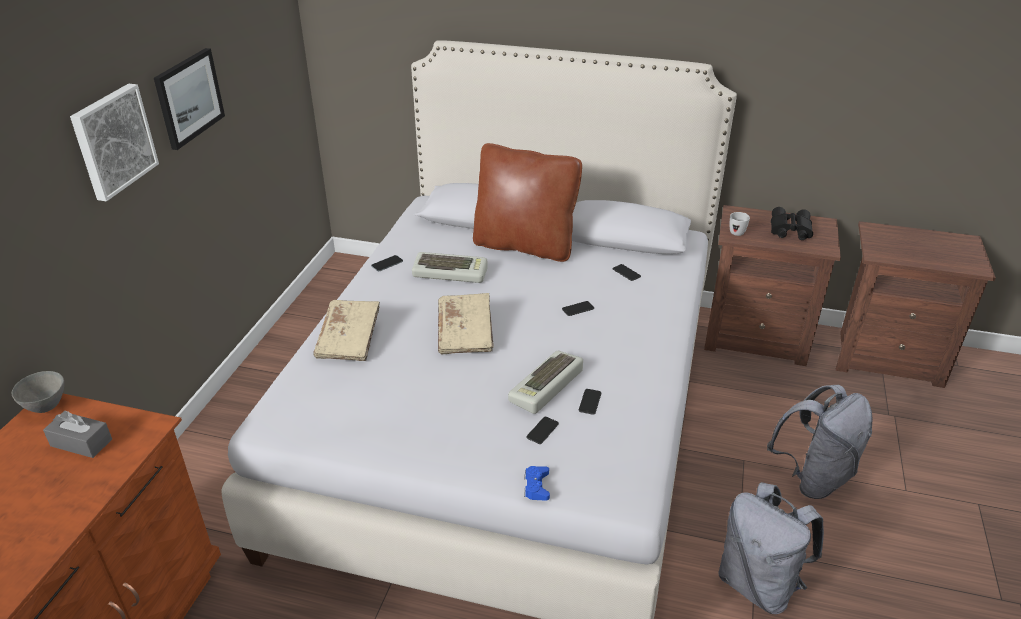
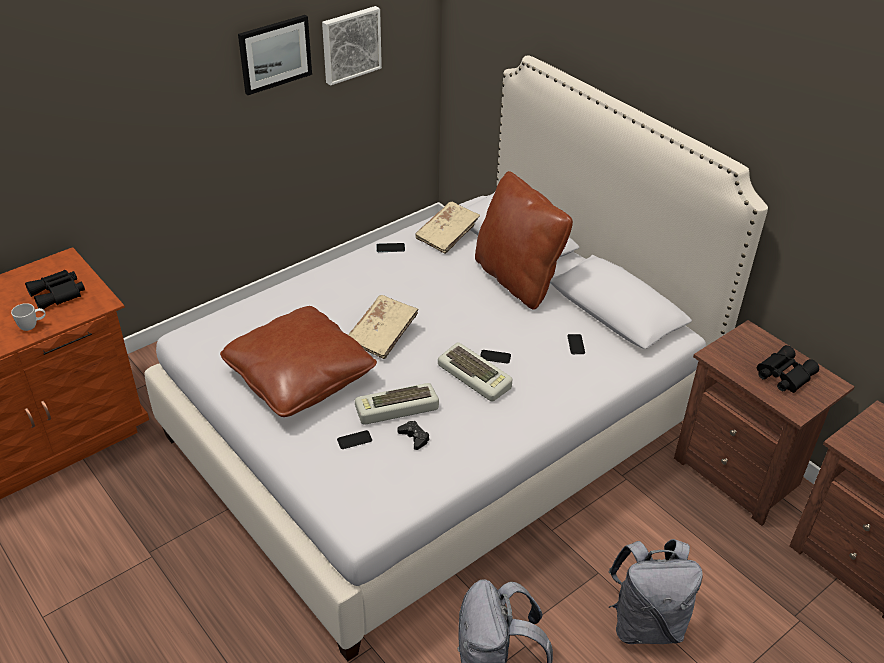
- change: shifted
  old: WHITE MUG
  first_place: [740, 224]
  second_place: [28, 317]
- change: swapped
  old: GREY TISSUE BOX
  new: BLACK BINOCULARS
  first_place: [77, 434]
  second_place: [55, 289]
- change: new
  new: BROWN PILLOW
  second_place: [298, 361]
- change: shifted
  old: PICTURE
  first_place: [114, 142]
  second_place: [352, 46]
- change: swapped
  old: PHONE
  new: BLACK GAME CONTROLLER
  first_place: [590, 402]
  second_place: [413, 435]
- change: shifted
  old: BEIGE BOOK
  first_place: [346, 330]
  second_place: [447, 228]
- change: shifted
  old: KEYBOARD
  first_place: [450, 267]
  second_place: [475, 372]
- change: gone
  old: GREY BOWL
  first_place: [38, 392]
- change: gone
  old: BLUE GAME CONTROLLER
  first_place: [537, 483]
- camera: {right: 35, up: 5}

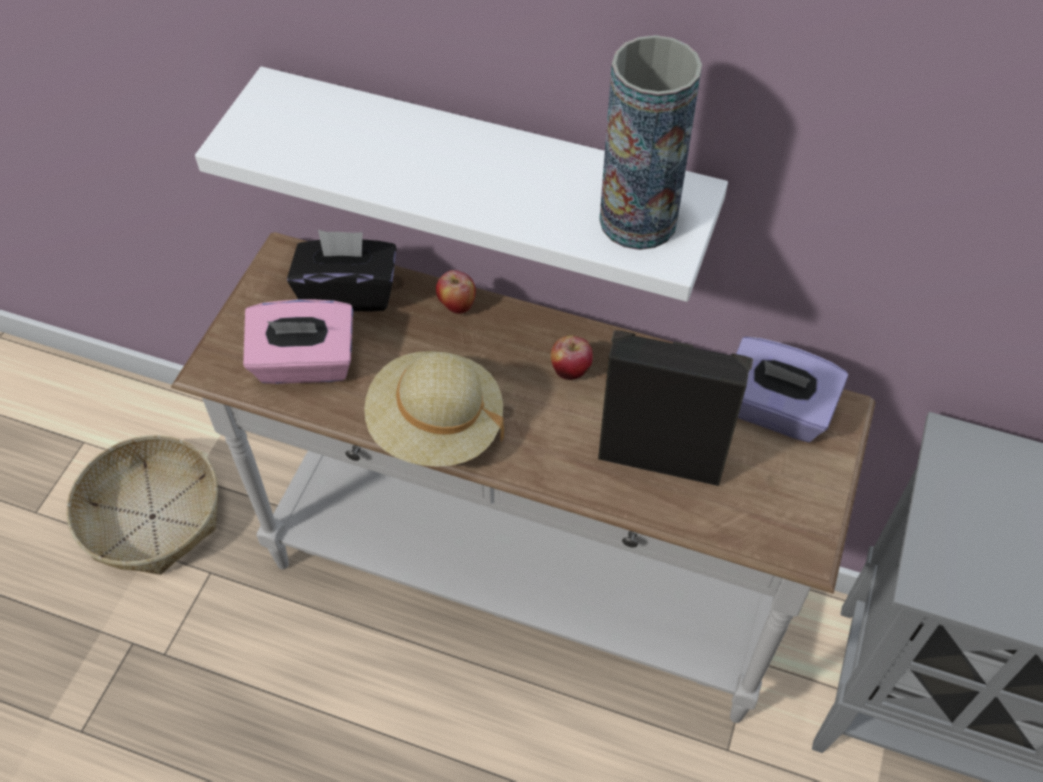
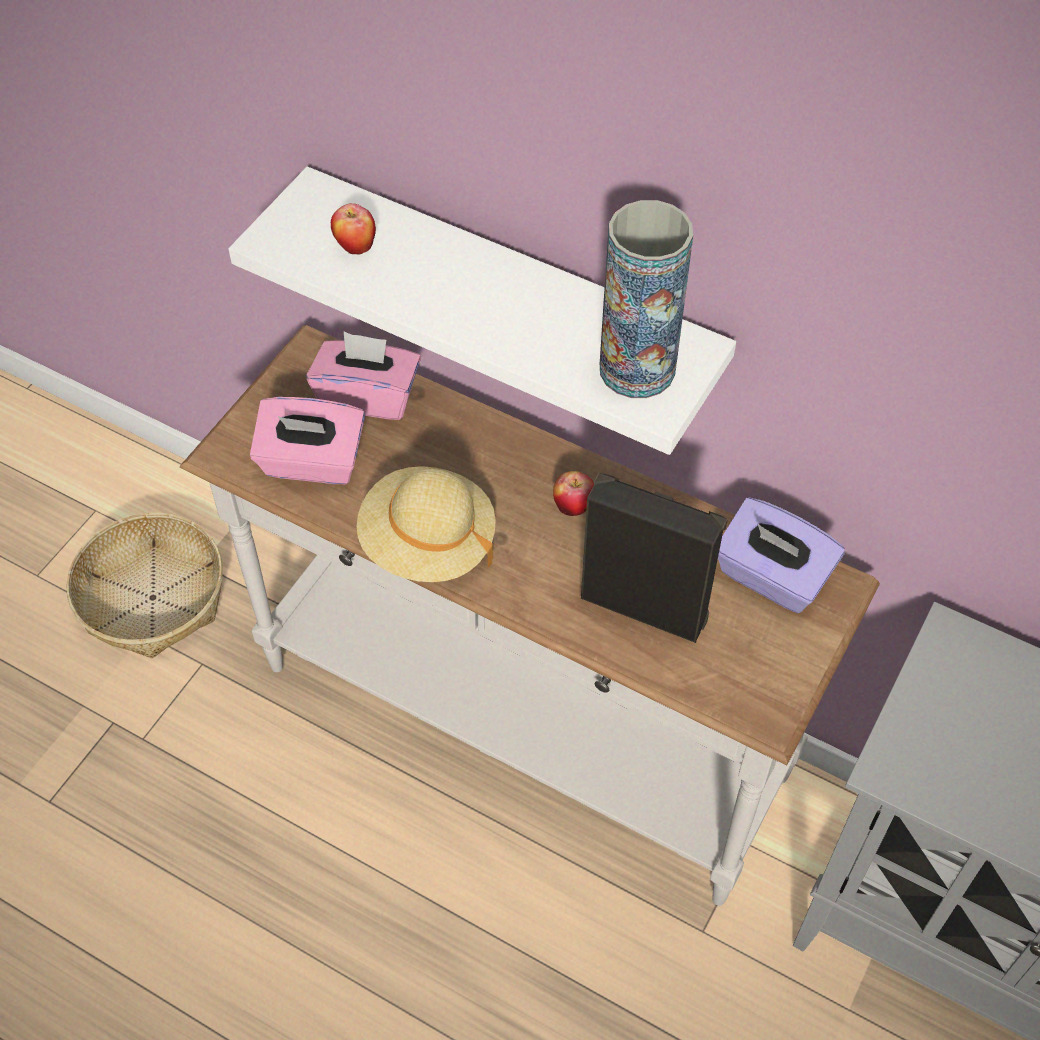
- change: repainted
  old: BLACK TISSUE BOX
  new: PINK TISSUE BOX
  first_place: [341, 271]
  second_place: [364, 376]
- change: shifted
  old: APPLE
  first_place: [456, 292]
  second_place: [353, 229]
- camera: {right: 10, up: 0}

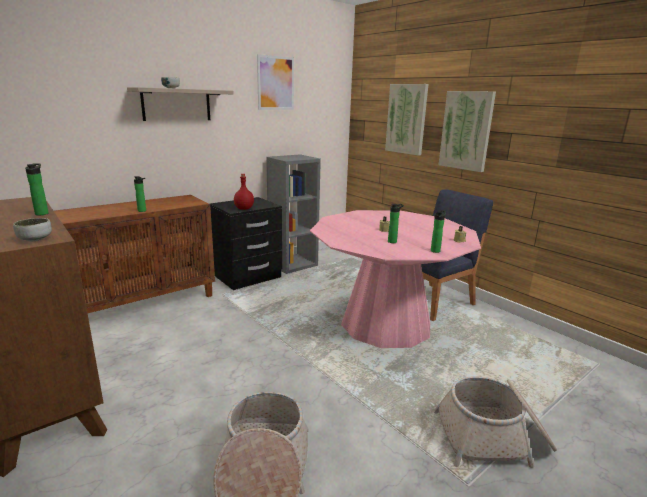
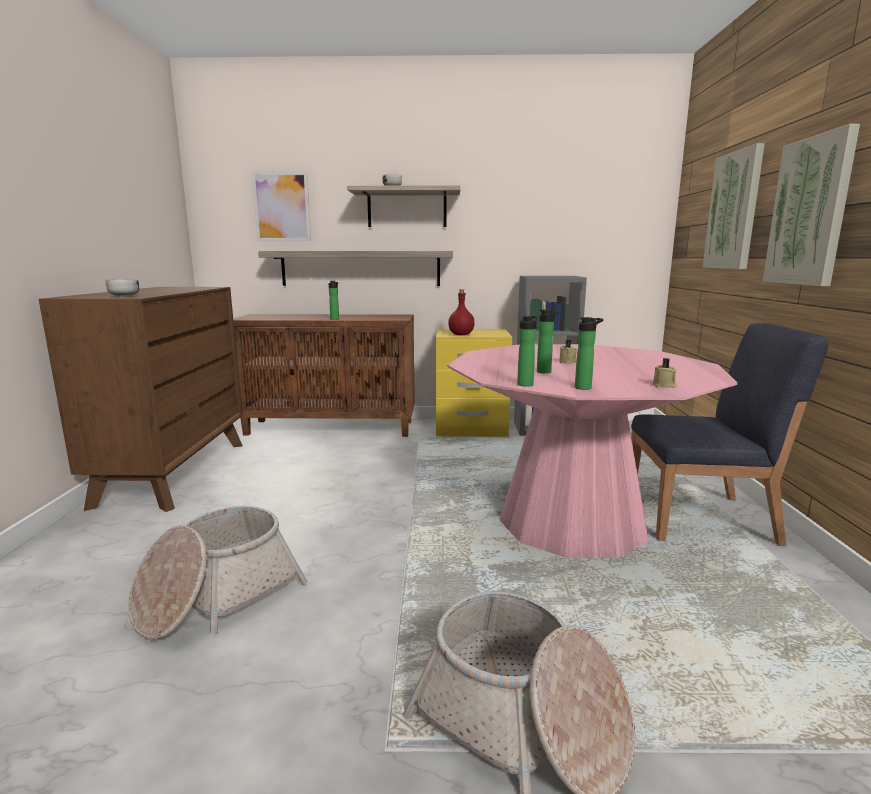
- change: shifted
  old: PICTURE
  first_place: [275, 82]
  second_place: [281, 206]
- change: new
  new: SHELF
  second_place: [355, 268]
- change: repainted
  old: BLACK NIGHTSTAND
  new: YELLOW NIGHTSTAND
  first_place: [246, 243]
  second_place: [474, 383]
- change: shifted
  old: BOTTLE
  first_place: [37, 189]
  second_place: [527, 351]
- camera: {right: 40, up: -5}

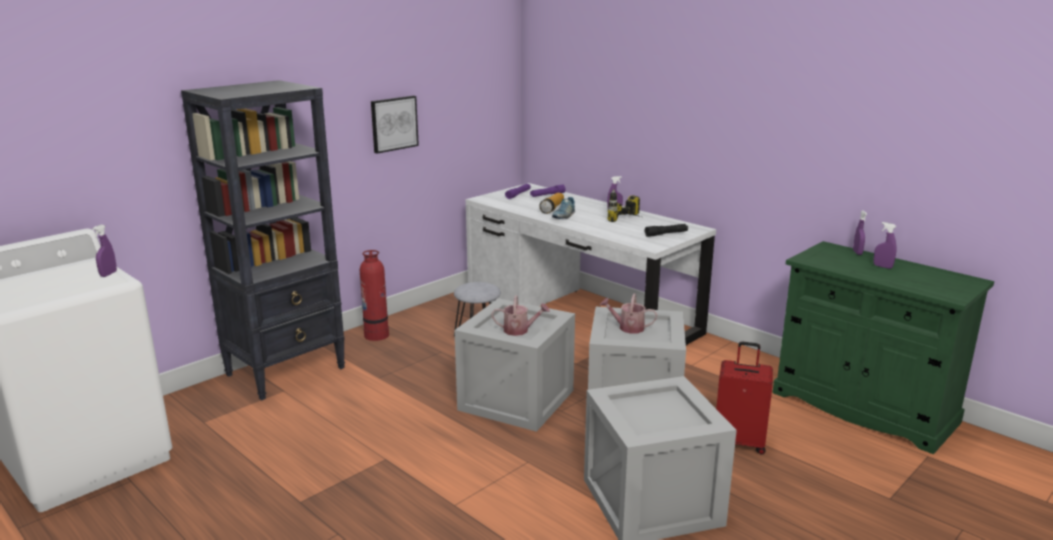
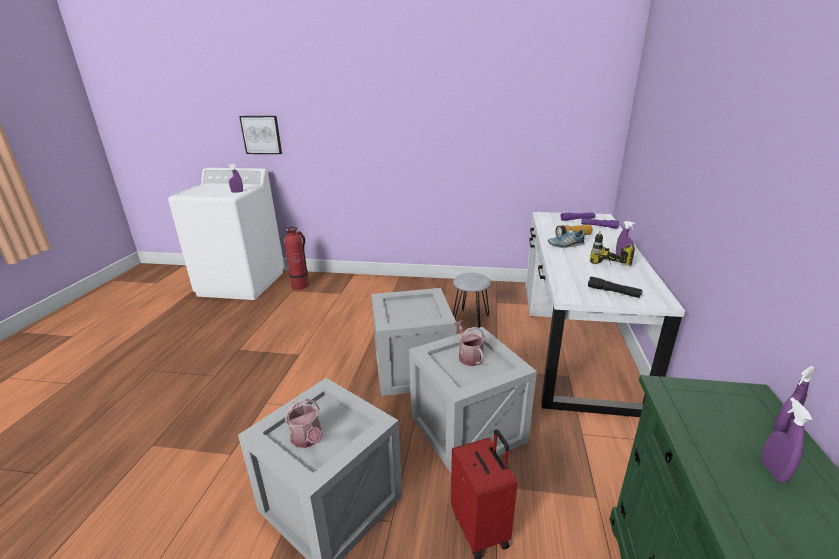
- change: shifted
  old: PICTURE
  first_place: [395, 125]
  second_place: [260, 135]
- change: shifted
  old: FIRE EXTINGUISHER
  first_place: [374, 295]
  second_place: [296, 258]
- change: shifted
  old: WATERING CAN
  first_place: [520, 315]
  second_place: [303, 423]
- change: gone
  old: BLACK BOOKCASE
  first_place: [263, 240]
- camera: {right: 55, up: 5}

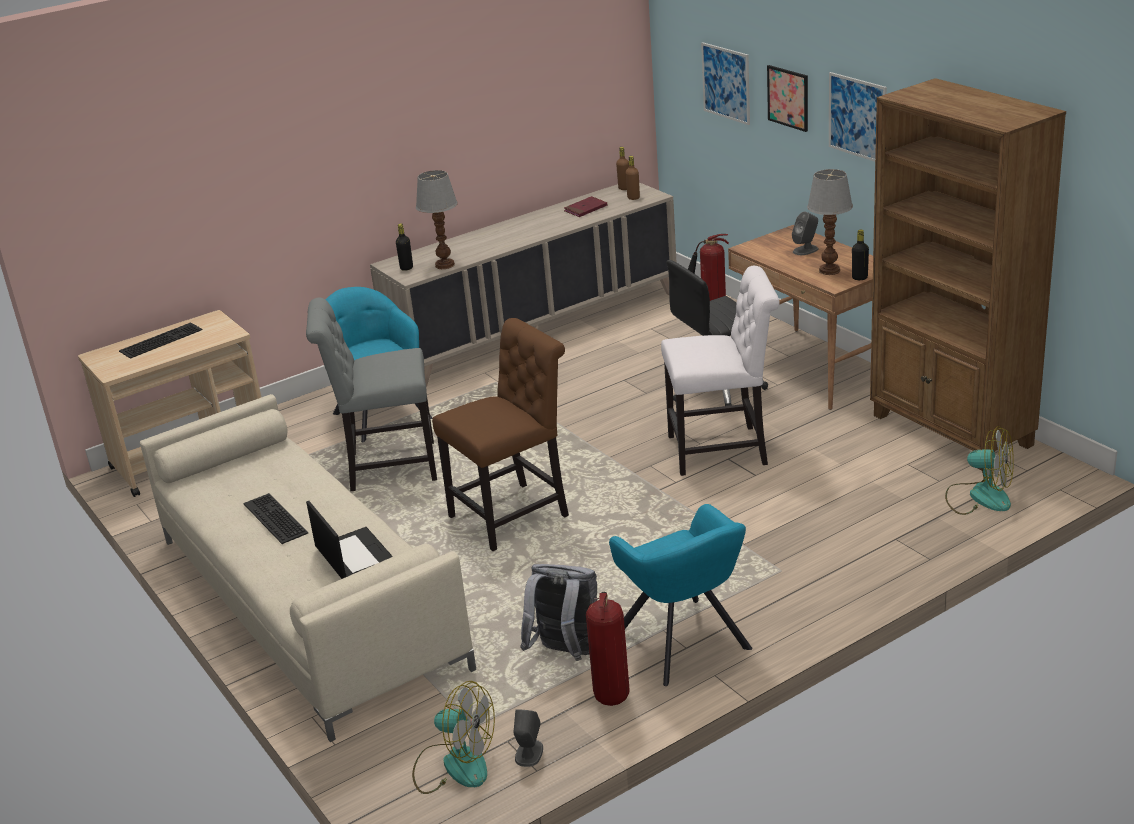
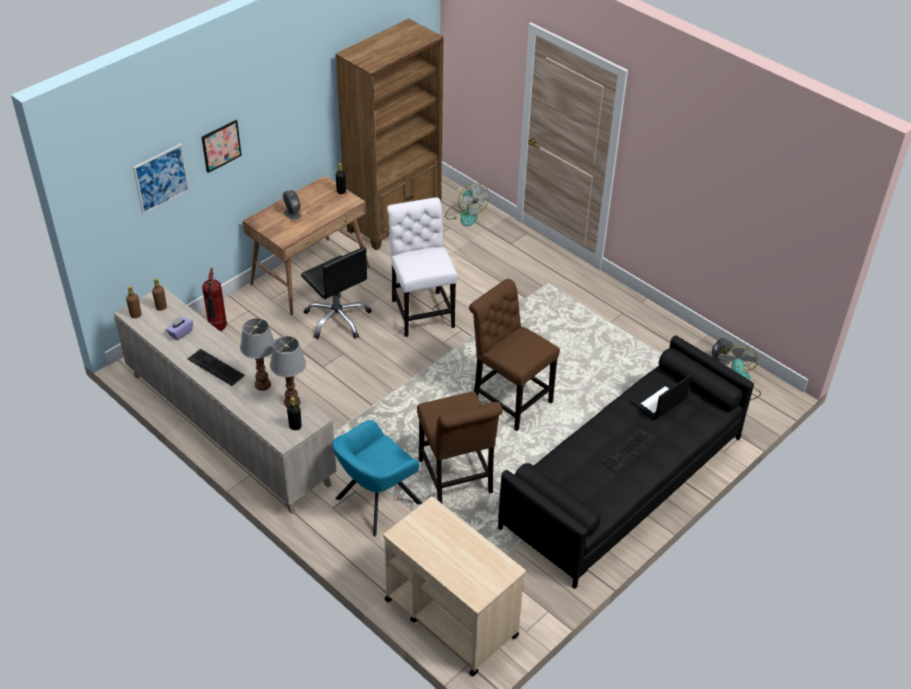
- change: swapped
  old: RED BOOK
  new: PURPLE TISSUE BOX
  first_place: [585, 206]
  second_place: [179, 328]
- change: shifted
  old: KEYBOARD
  first_place: [160, 340]
  second_place: [216, 367]
- change: shifted
  old: TABLE LAMP
  first_place: [830, 222]
  second_place: [257, 354]
- change: repainted
  old: GREY CHAIR
  new: BROWN CHAIR
  first_place: [371, 394]
  second_place: [459, 447]
- change: rotated
  old: FAN
  first_place: [979, 470]
  second_place: [467, 204]
  degrees: 135
- change: repainted
  old: BEIGE SOFA
  new: BLACK SOFA
  first_place: [308, 568]
  second_place: [626, 462]
- change: gone
  old: GREY BACKPACK
  first_place: [559, 612]
- change: gone
  old: FIRE EXTINGUISHER
  first_place: [608, 648]
- change: gone
  old: TURQUOISE ARMCHAIR
  first_place: [680, 595]
- change: gone
  old: PICTURE
  first_place: [858, 117]
- camera: {right: -105, up: 15}

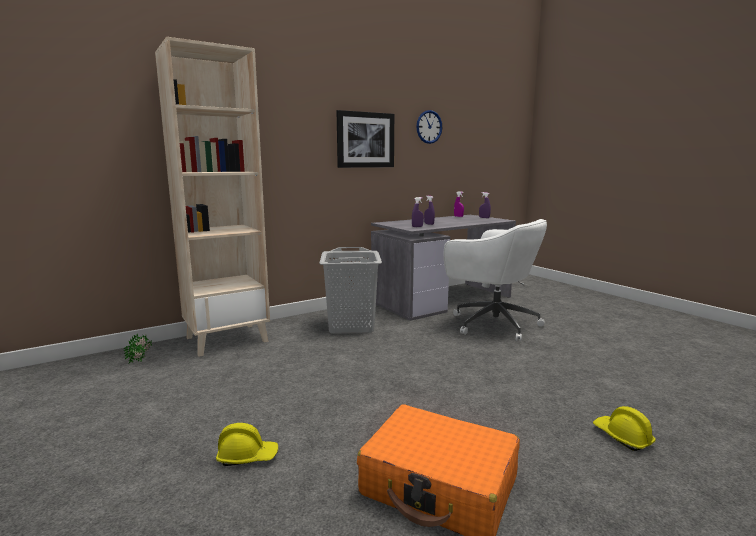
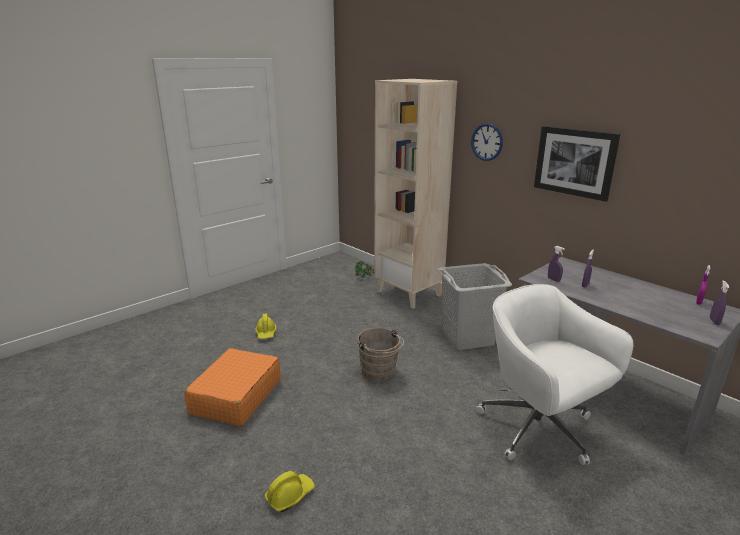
- change: new
  new: BROWN BUCKET
  second_place: [380, 354]
- change: shifted
  old: WALL CLOCK
  first_place: [429, 127]
  second_place: [487, 142]
- change: rotated
  old: WHITE OFFICE CHAIR
  first_place: [495, 280]
  second_place: [554, 374]
  degrees: 120
- camera: {right: 80, up: 10}

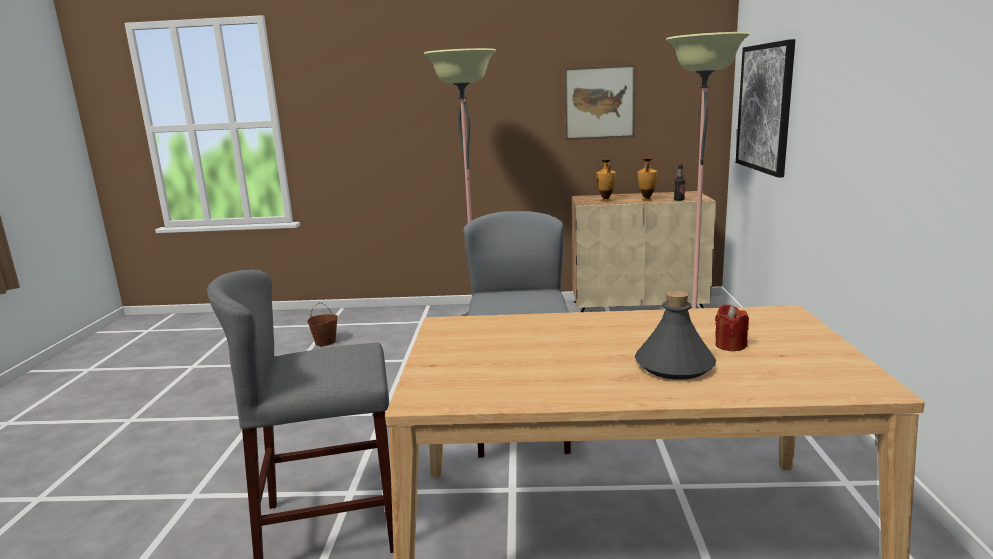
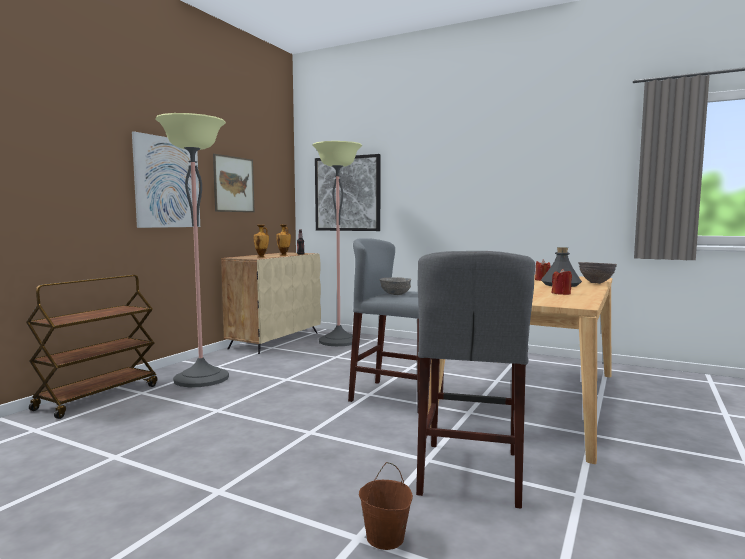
- change: new
  new: BROWN CART
  second_place: [91, 347]
- change: new
  new: PICTURE
  second_place: [166, 179]
- change: shifted
  old: BROWN BUCKET
  first_place: [322, 324]
  second_place: [386, 506]
- change: new
  new: GREY BOWL
  second_place: [395, 286]
- change: new
  new: RED CANDLE
  second_place: [562, 282]
- change: new
  new: BROWN BOWL
  second_place: [597, 273]
- camera: {right: -65, up: -10}

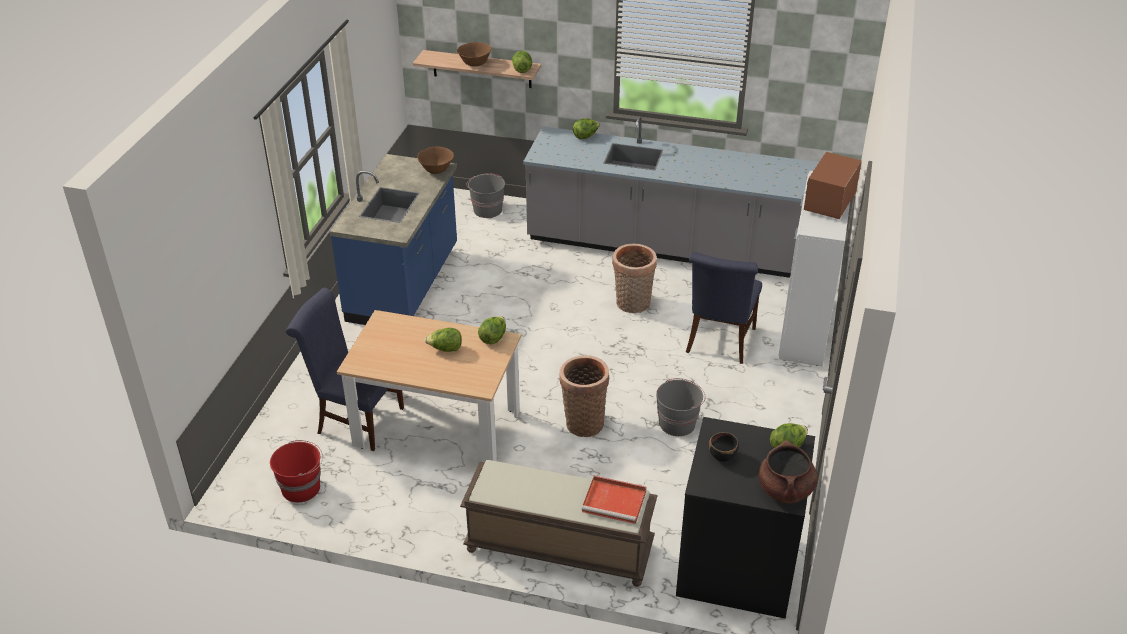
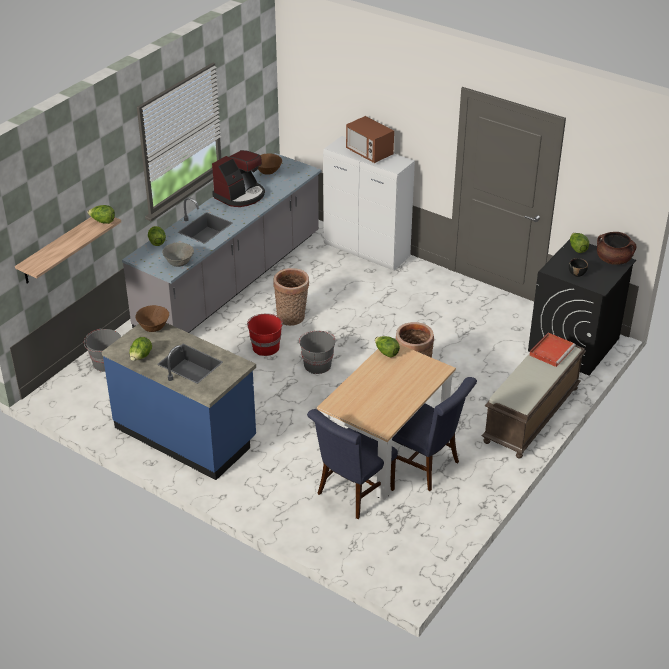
- change: shifted
  old: LETTUCE
  first_place: [443, 340]
  second_place: [140, 349]
- change: new
  new: GREY BOWL
  second_place: [178, 254]
- change: new
  new: COFFEE MACHINE
  second_place: [238, 178]
- change: shifted
  old: RED BUCKET
  first_place: [296, 471]
  second_place: [265, 335]
- change: shifted
  old: BROWN BOWL
  first_place: [474, 54]
  second_place: [270, 164]
- change: shifted
  old: GREY BUCKET
  first_place: [680, 407]
  second_place: [317, 352]
- change: shifted
  old: BLUE CHAIR
  first_place: [724, 308]
  second_place: [434, 434]
- camera: {right: -70, up: 0}

